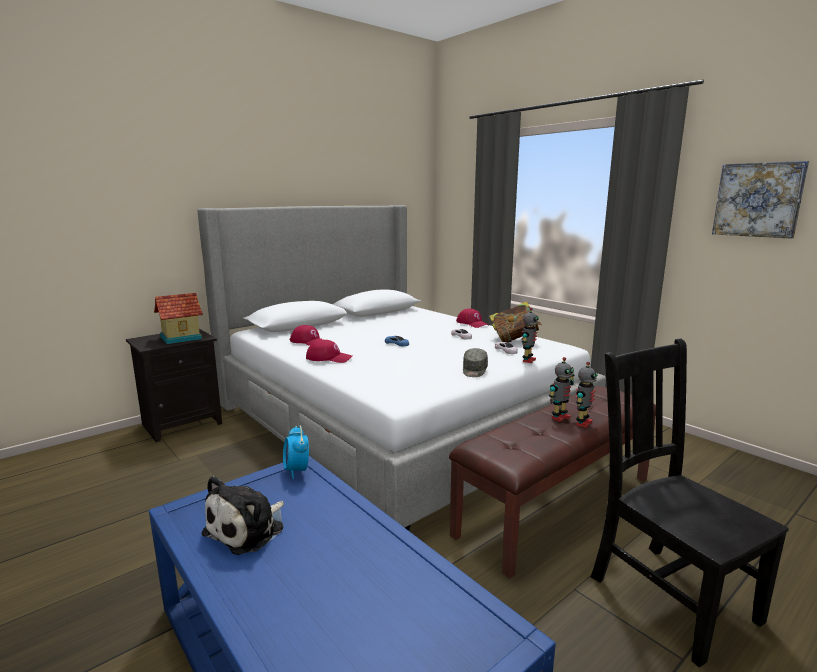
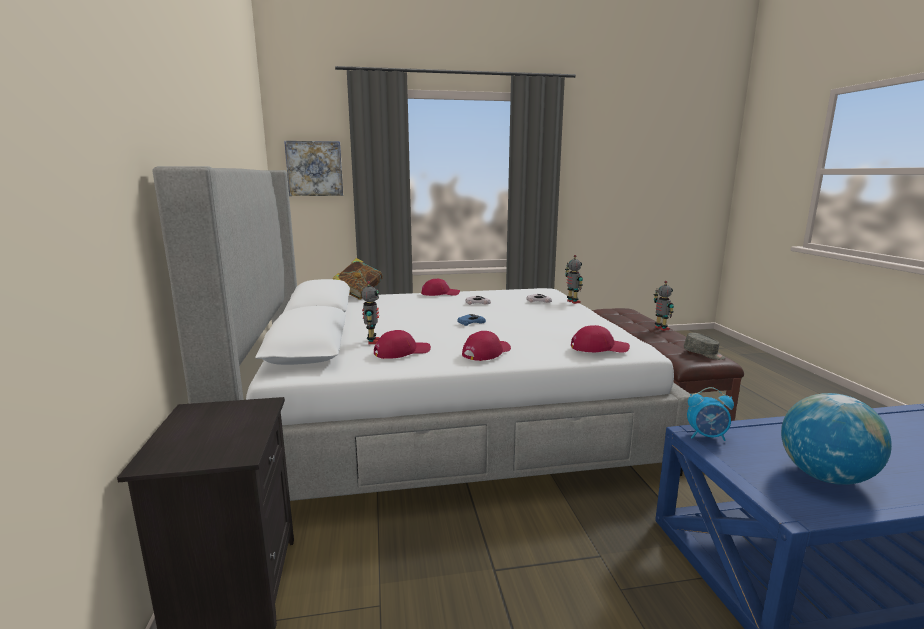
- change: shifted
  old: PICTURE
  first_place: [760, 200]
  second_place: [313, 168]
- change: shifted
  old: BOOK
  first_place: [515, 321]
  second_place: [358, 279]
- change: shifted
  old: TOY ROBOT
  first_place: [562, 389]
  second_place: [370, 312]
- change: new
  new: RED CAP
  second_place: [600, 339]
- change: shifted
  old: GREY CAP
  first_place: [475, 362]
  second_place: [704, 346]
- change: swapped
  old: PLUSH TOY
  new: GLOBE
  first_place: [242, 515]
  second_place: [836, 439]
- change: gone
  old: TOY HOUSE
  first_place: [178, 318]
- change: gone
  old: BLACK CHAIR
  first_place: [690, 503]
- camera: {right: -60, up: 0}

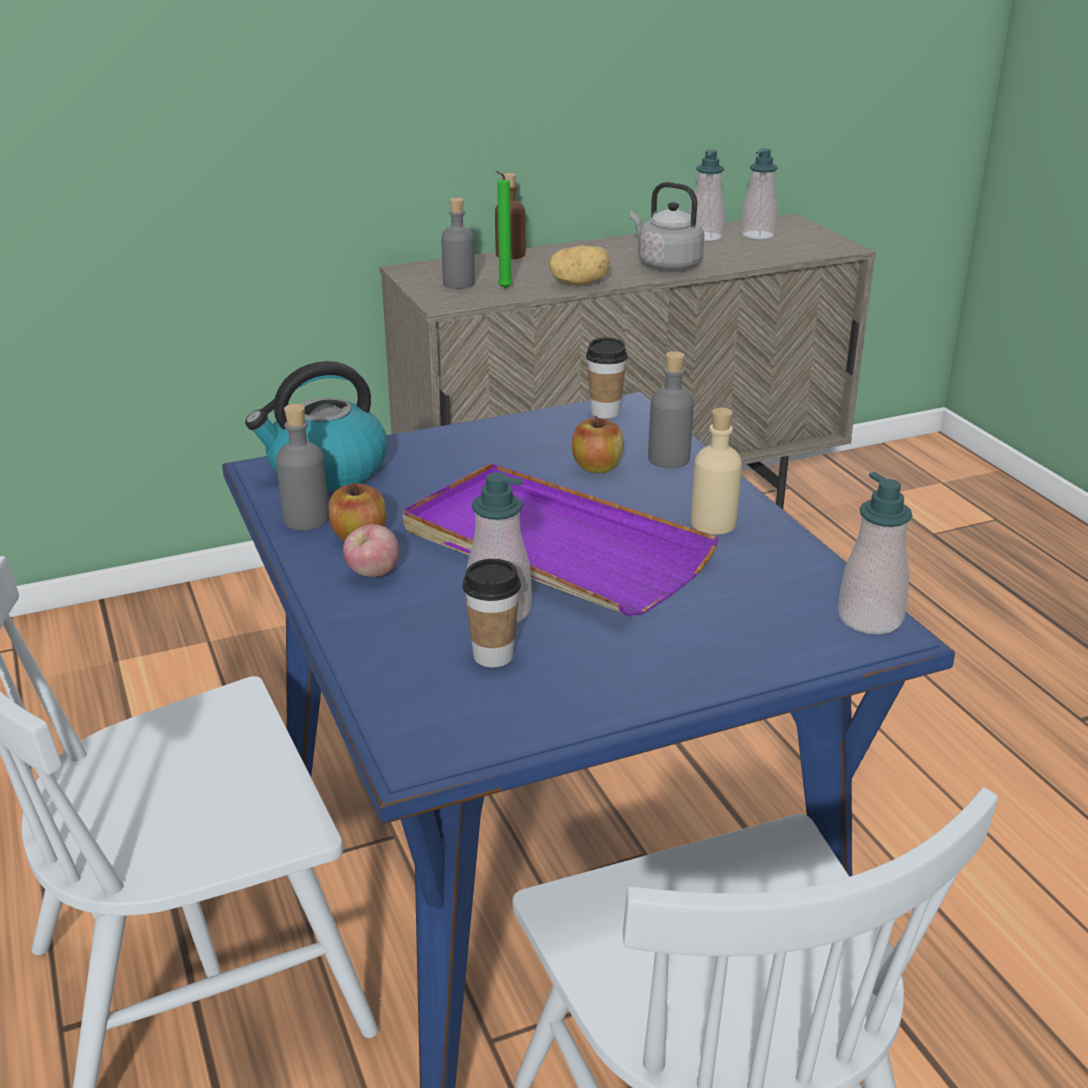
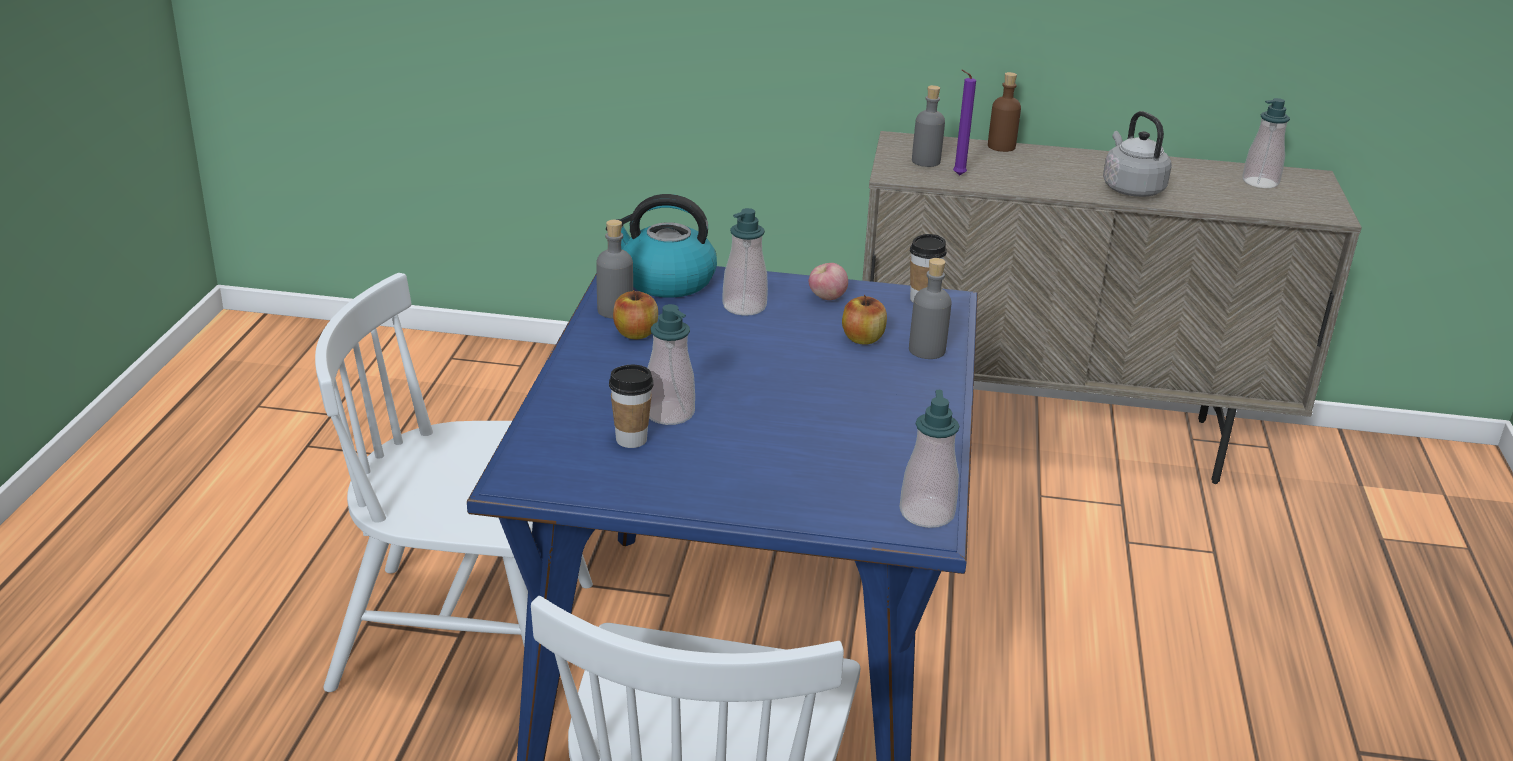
- change: shifted
  old: SOAP DISPENSER
  first_place: [707, 195]
  second_place: [745, 262]
- change: shifted
  old: APPLE
  first_place: [371, 550]
  second_place: [828, 281]
- change: repainted
  old: GREEN CANDLE
  new: PURPLE CANDLE
  first_place: [504, 230]
  second_place: [964, 123]
- change: gone
  old: PURPLE TRAY
  first_place: [561, 539]
- change: gone
  old: POTATO
  first_place: [579, 266]
- change: gone
  old: BEIGE BOTTLE
  first_place: [716, 471]
- camera: {right: 30, up: 0}

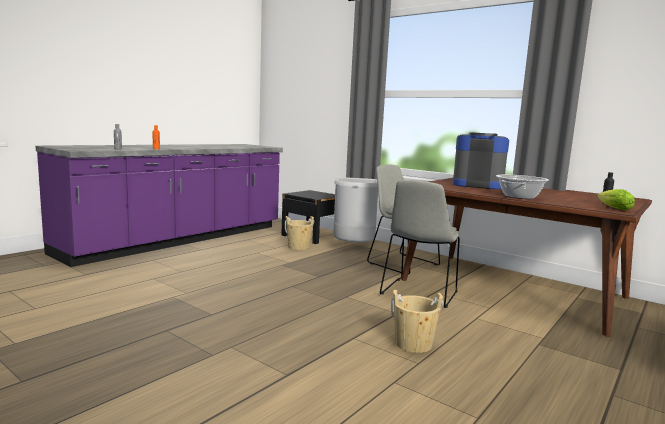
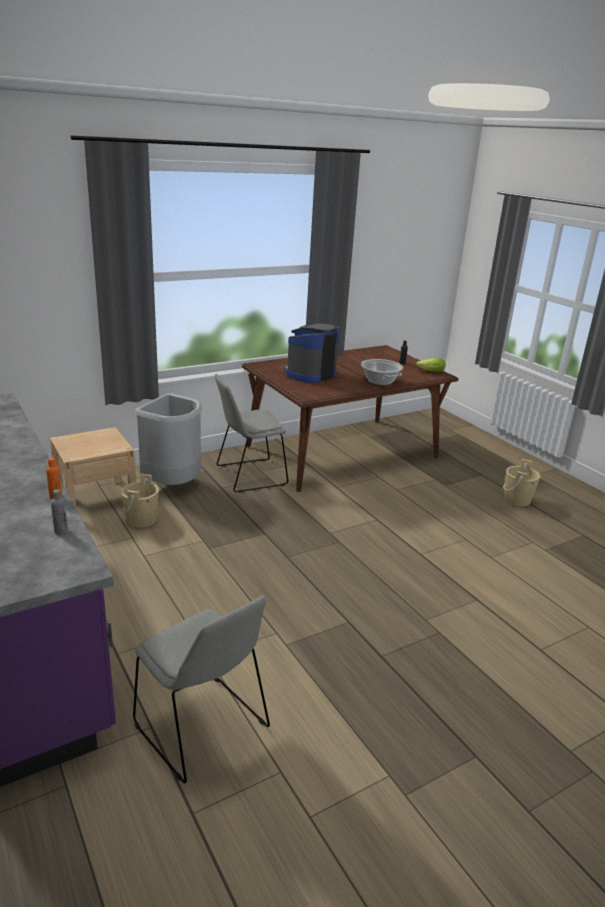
- change: repainted
  old: BLACK NIGHTSTAND
  new: BEIGE NIGHTSTAND
  first_place: [308, 217]
  second_place: [93, 467]
- change: shifted
  old: GREY CHAIR
  first_place: [420, 244]
  second_place: [201, 689]
- change: shifted
  old: BEIGE BUCKET
  first_place: [417, 321]
  second_place: [521, 483]
- camera: {right: -70, up: 15}

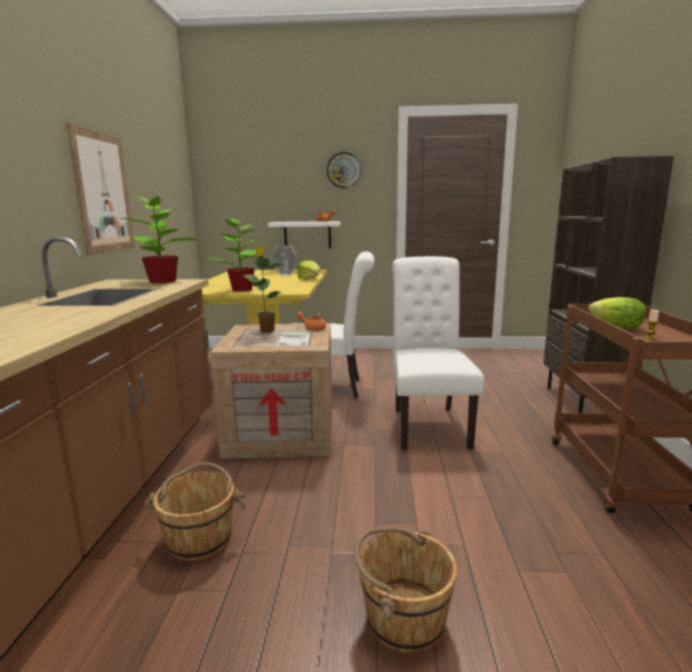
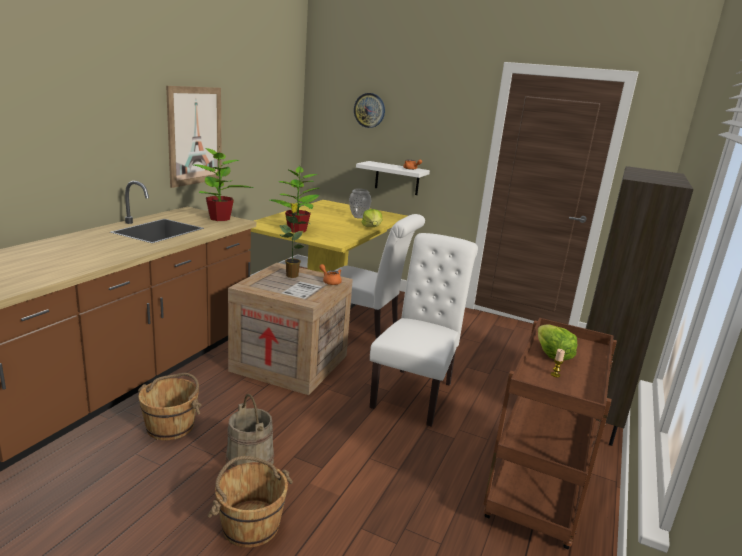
- change: new
  new: BEIGE BUCKET
  second_place: [250, 432]
- change: shifted
  old: WALL CLOCK
  first_place: [344, 170]
  second_place: [369, 110]
- camera: {right: 20, up: 5}

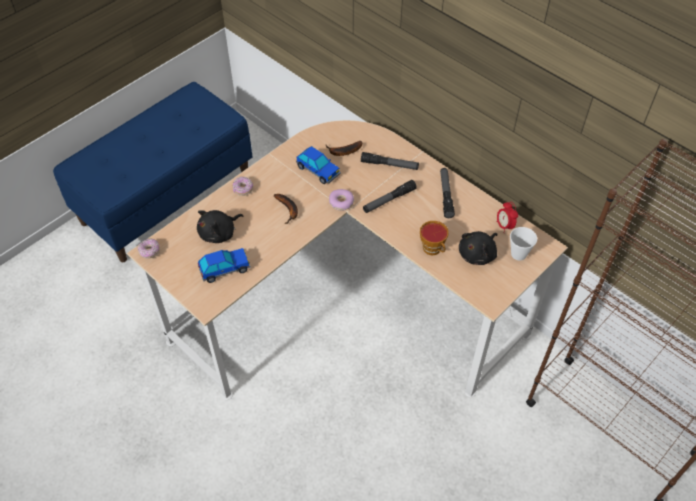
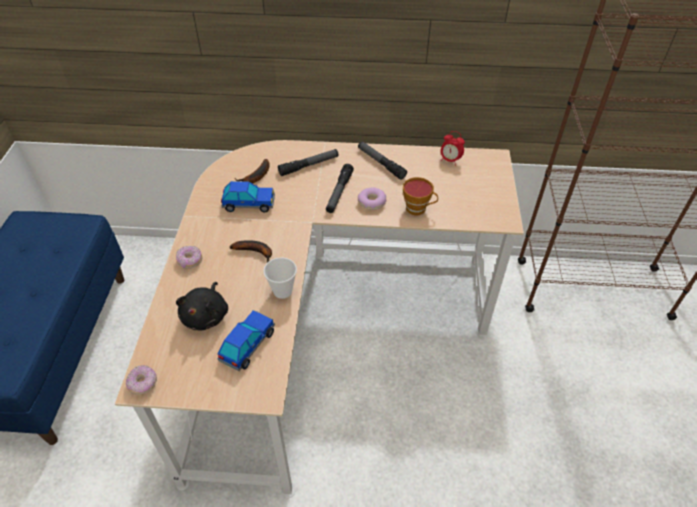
- change: shifted
  old: CUP
  first_place: [523, 243]
  second_place: [280, 278]
- change: shifted
  old: DONUT
  first_place: [341, 200]
  second_place: [372, 199]
- change: gone
  old: BLACK PLUSH TOY
  first_place: [478, 248]
- camera: {right: -40, up: -5}

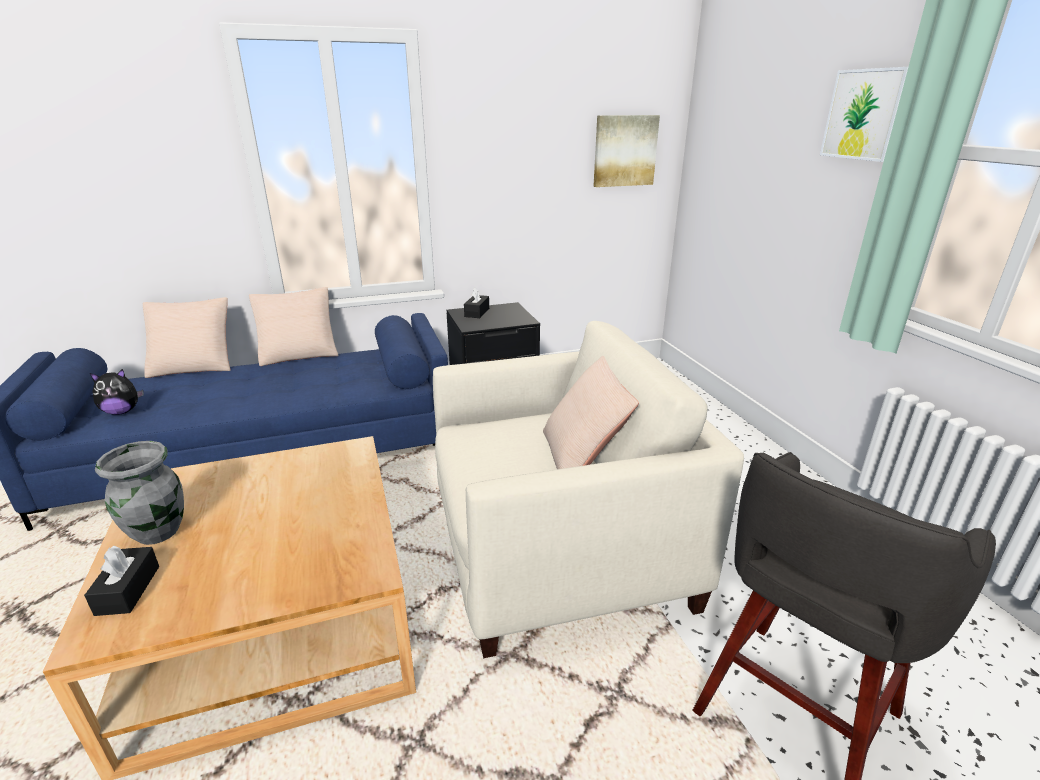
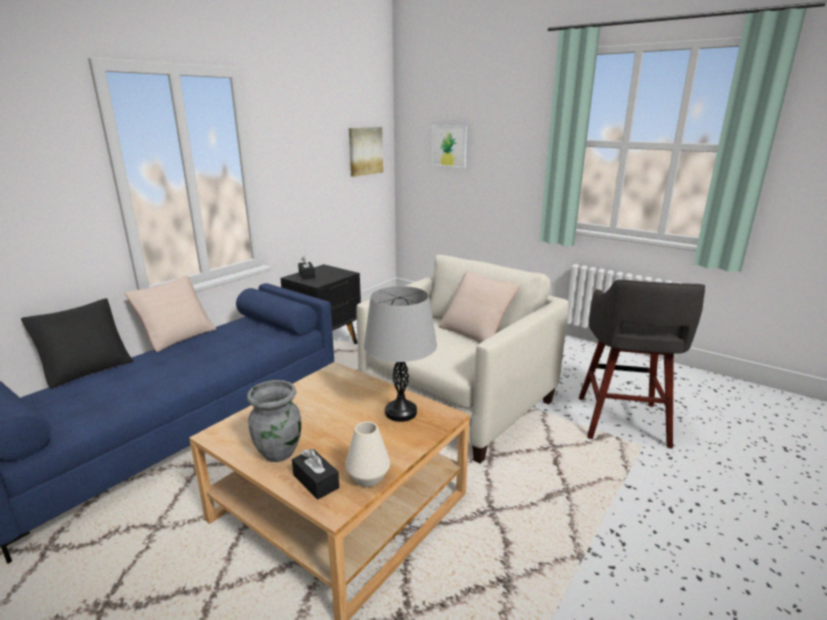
- change: repainted
  old: BEIGE PILLOW
  new: BLACK PILLOW
  first_place: [187, 337]
  second_place: [77, 343]
- change: new
  new: WHITE VASE
  second_place: [367, 454]
- change: new
  new: GREY TABLE LAMP
  second_place: [400, 354]
- change: shifted
  old: PICTURE
  first_place: [864, 114]
  second_place: [449, 146]
- change: gone
  old: PLUSH TOY
  first_place: [117, 392]
- camera: {right: -35, up: -5}

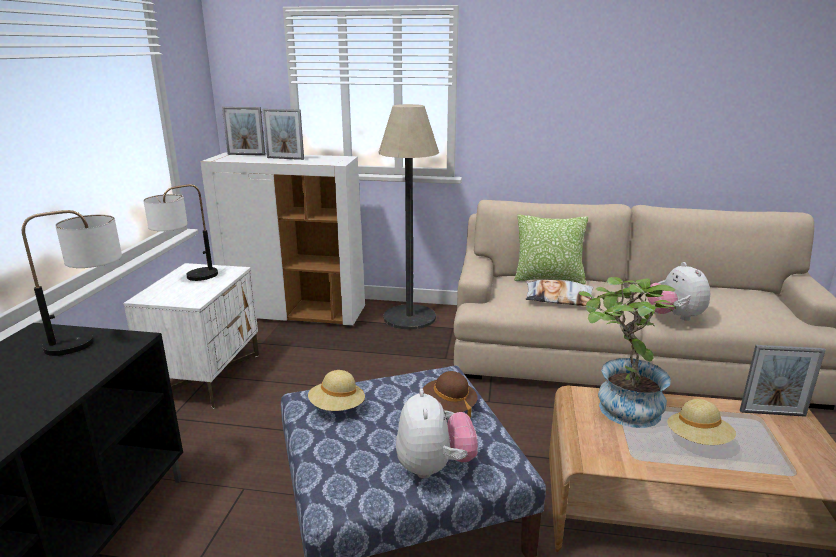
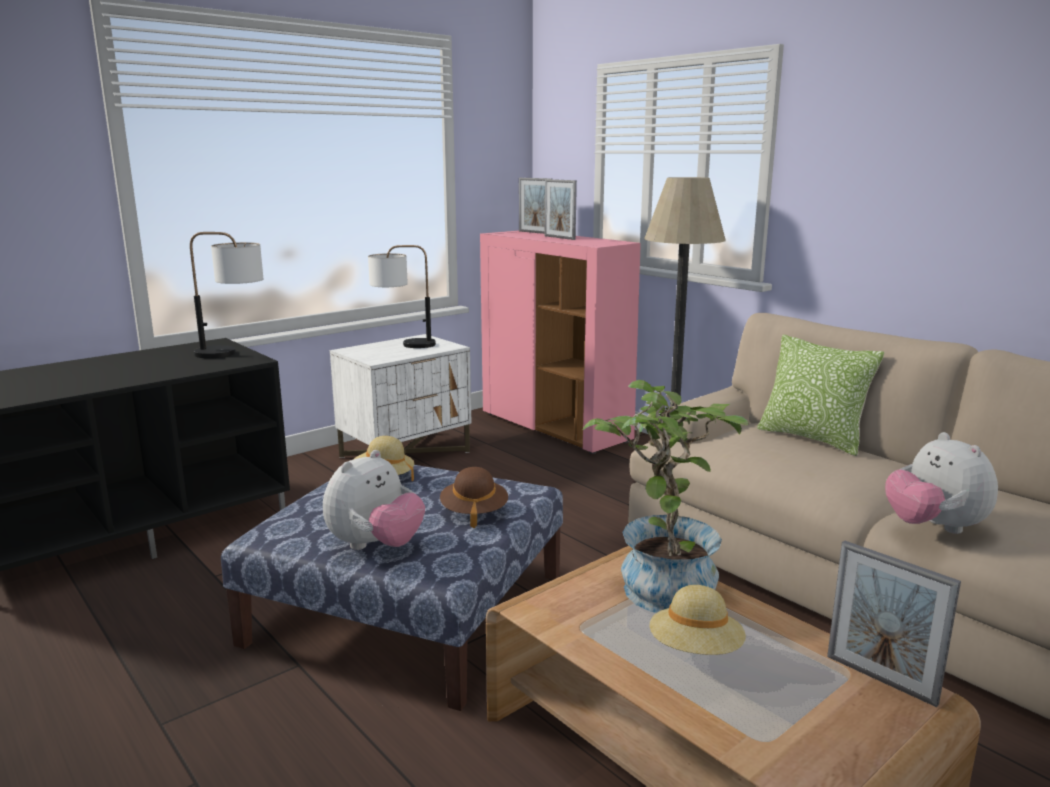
- change: repainted
  old: WHITE CABINET
  new: PINK CABINET
  first_place: [282, 239]
  second_place: [560, 342]
- change: rotated
  old: PLUSH TOY
  first_place: [678, 291]
  second_place: [941, 483]
  degrees: -45
- change: gone
  old: PILLOW
  first_place: [560, 293]
- camera: {right: 40, up: -5}

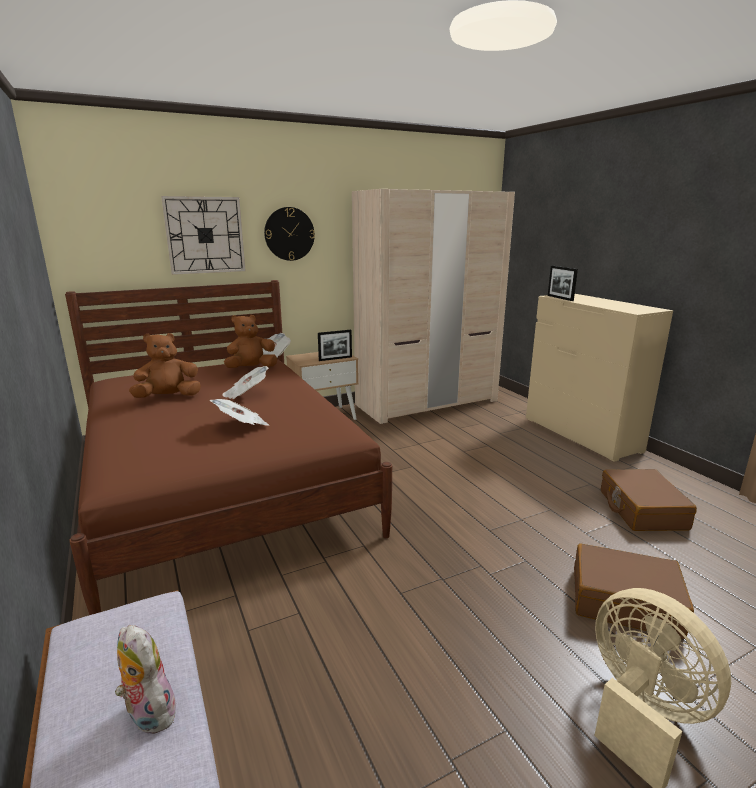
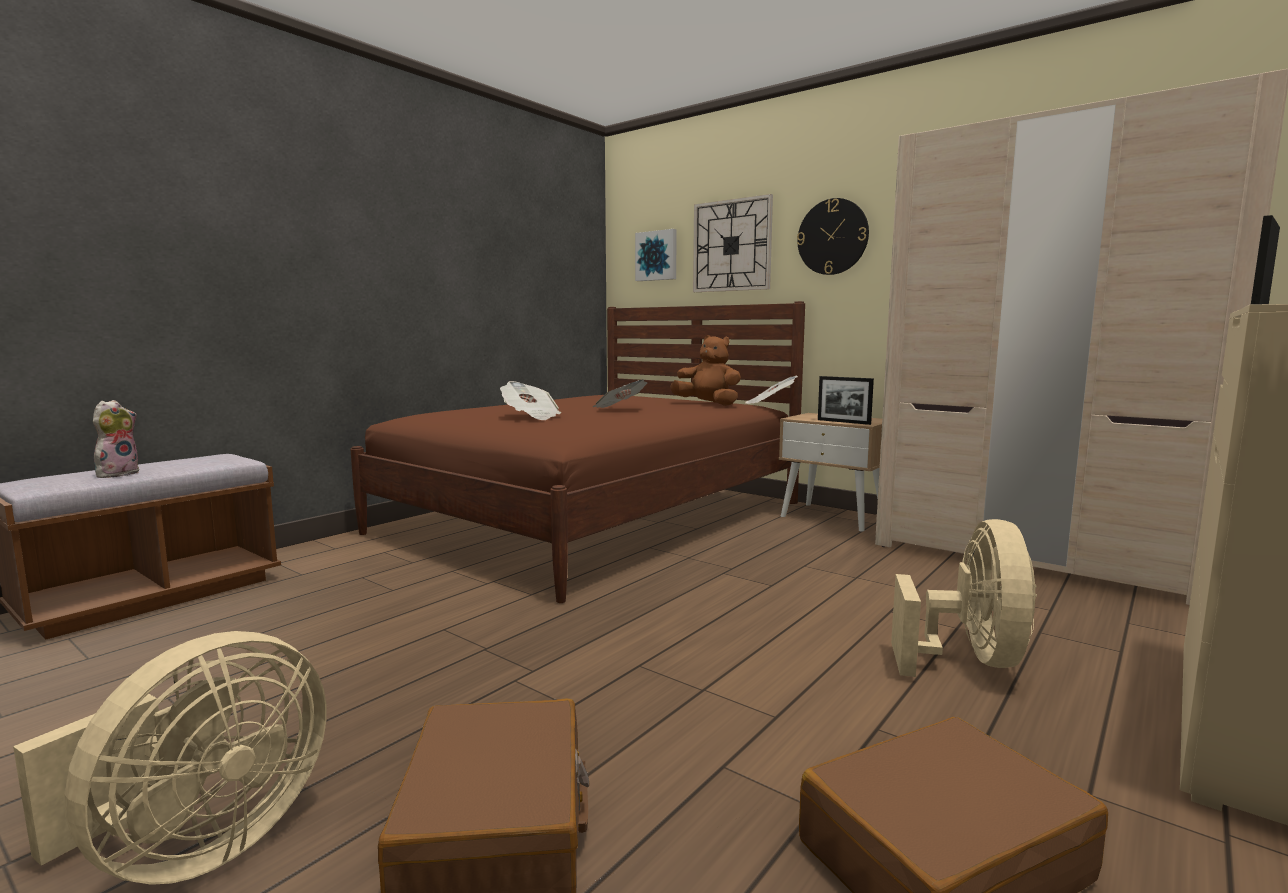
- change: new
  new: PICTURE
  second_place: [656, 255]
- change: new
  new: BEIGE FAN
  second_place: [964, 598]
- change: gone
  old: BROWN PLUSH TOY
  first_place: [165, 365]
- camera: {right: 65, up: -10}

